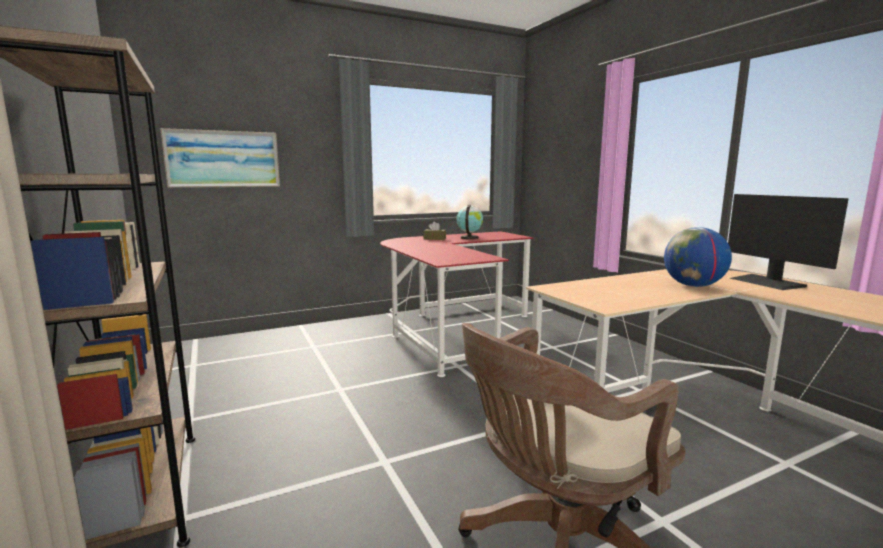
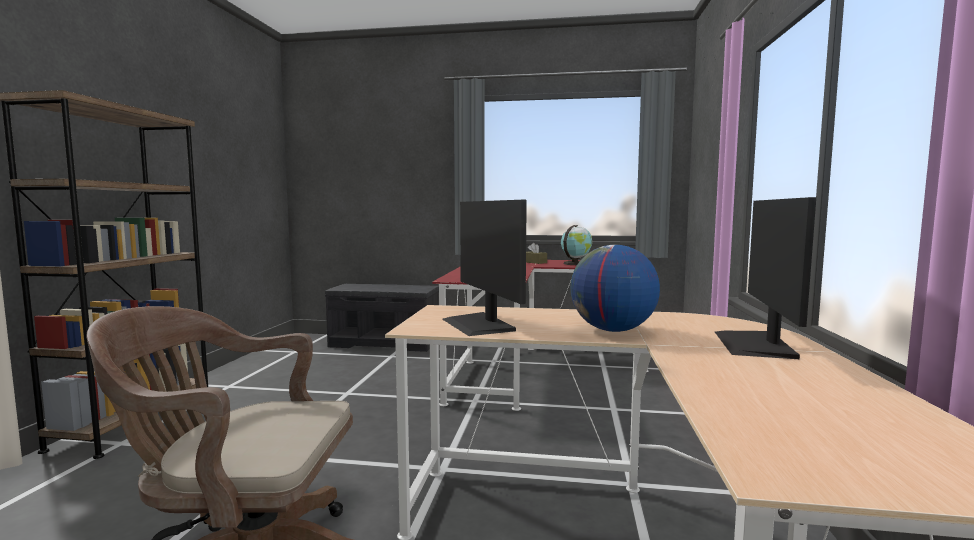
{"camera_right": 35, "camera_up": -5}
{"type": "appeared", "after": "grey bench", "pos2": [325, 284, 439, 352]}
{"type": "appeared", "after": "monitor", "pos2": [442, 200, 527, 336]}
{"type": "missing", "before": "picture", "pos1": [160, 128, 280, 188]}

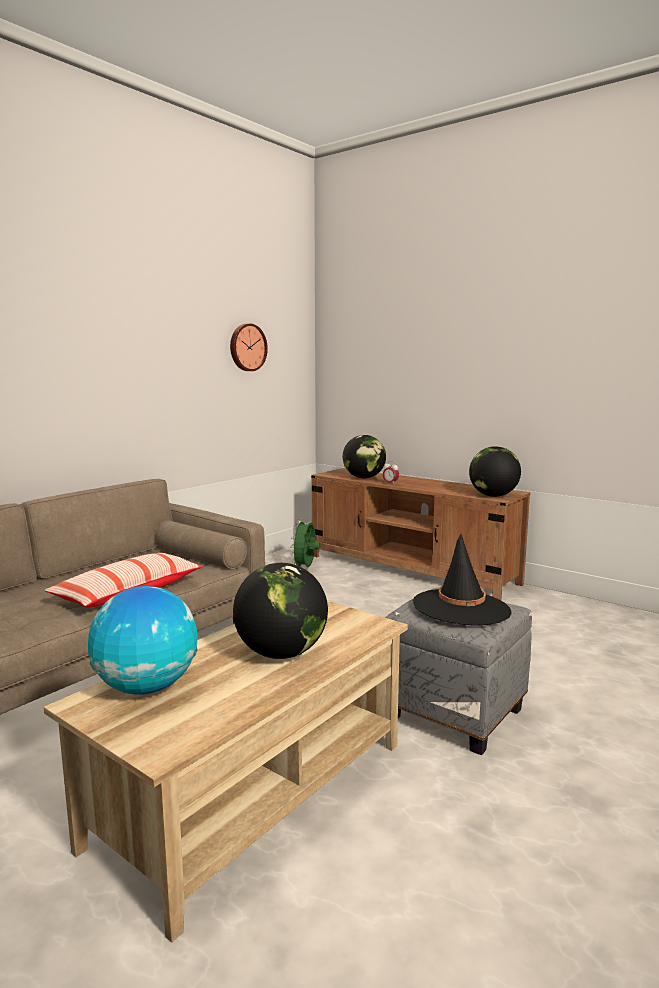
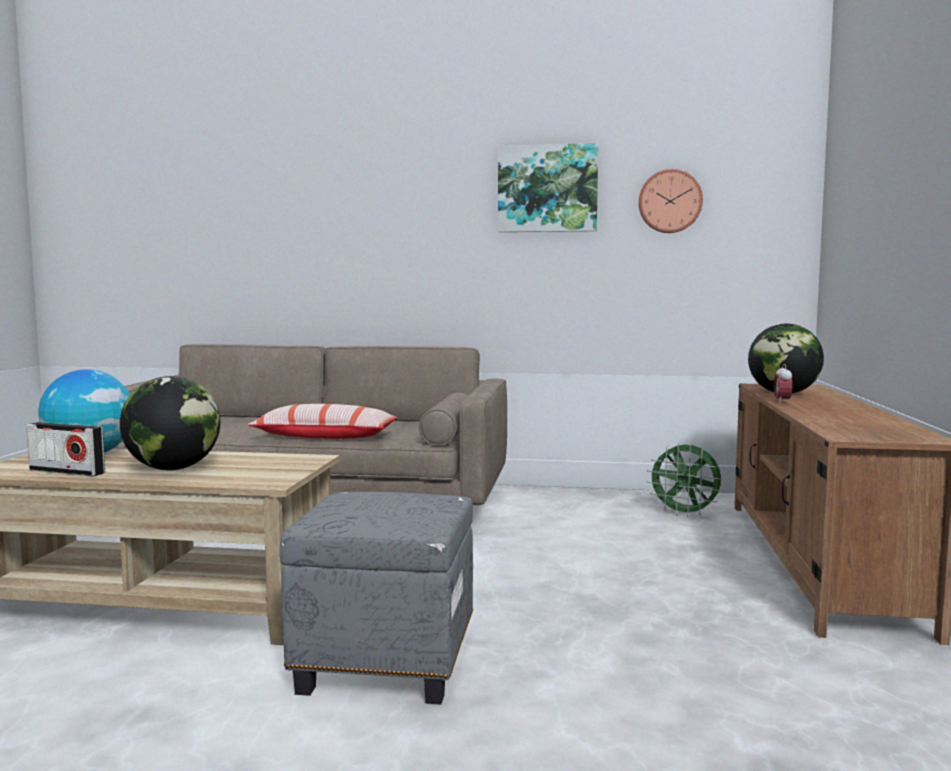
{"camera_right": 60, "camera_up": -5}
{"type": "appeared", "after": "radio", "pos2": [26, 422, 105, 476]}
{"type": "appeared", "after": "picture", "pos2": [498, 143, 598, 232]}
{"type": "spun", "before": "green fan", "pos1": [290, 519, 320, 567], "pos2": [647, 442, 723, 518], "turn": -135}
{"type": "missing", "before": "black hat", "pos1": [413, 533, 511, 626]}
{"type": "missing", "before": "globe", "pos1": [469, 446, 521, 497]}

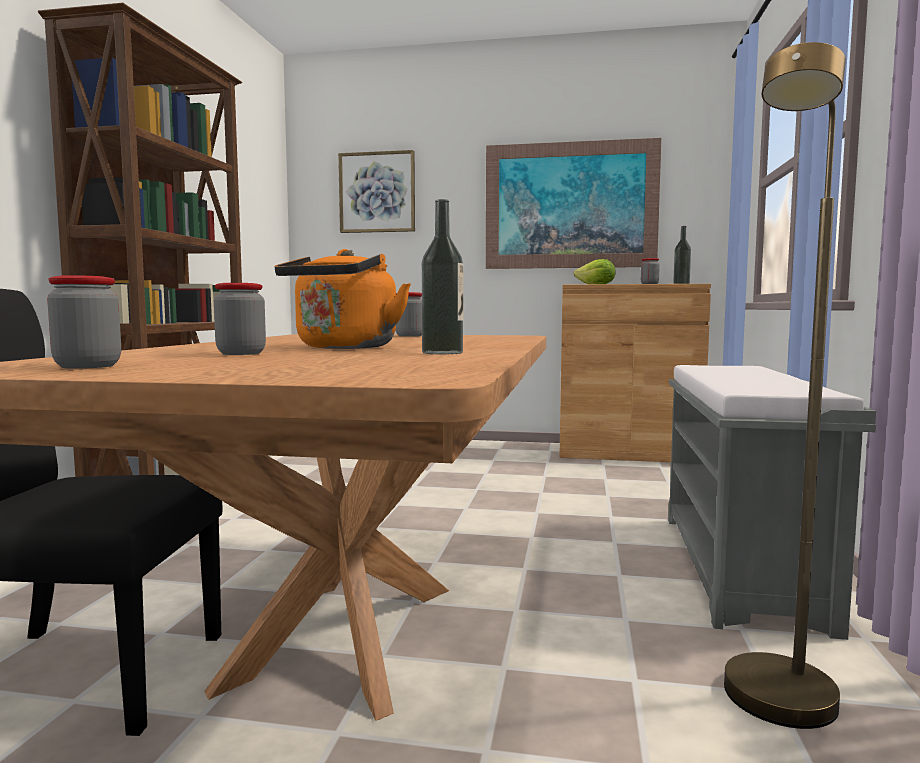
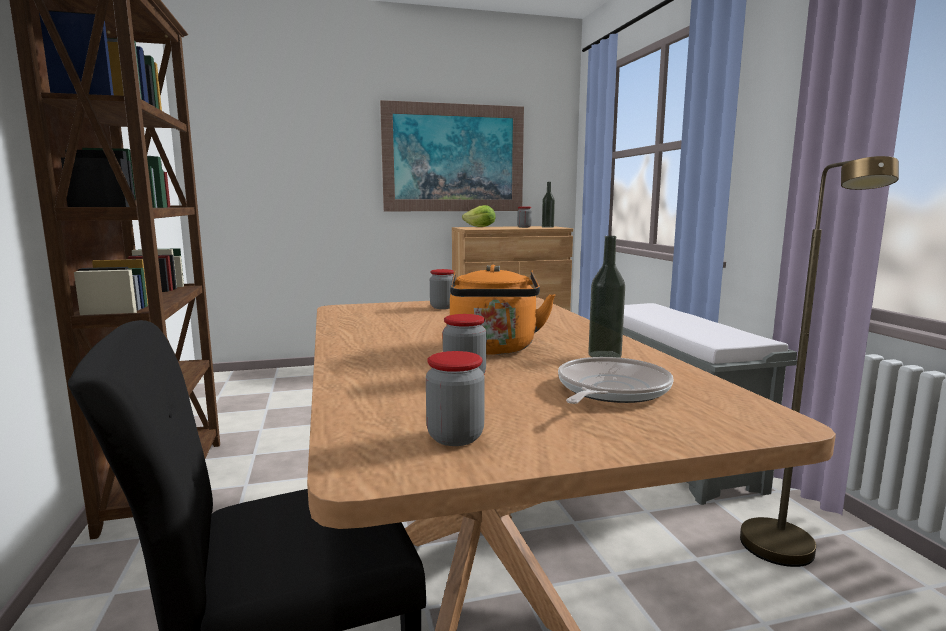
{"camera_right": -25, "camera_up": 5}
{"type": "appeared", "after": "frying pan", "pos2": [558, 357, 673, 404]}
{"type": "missing", "before": "picture", "pos1": [338, 150, 415, 233]}

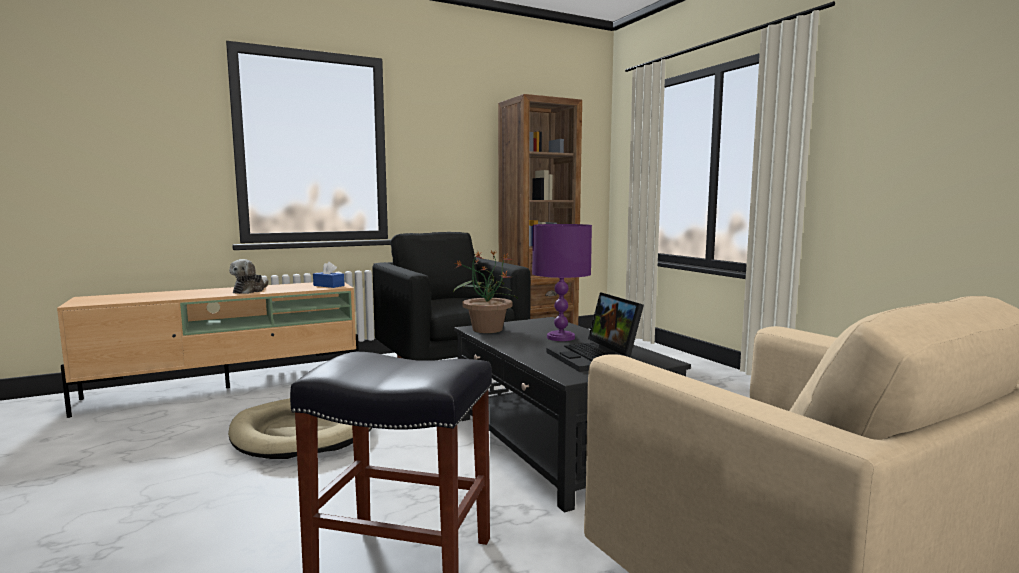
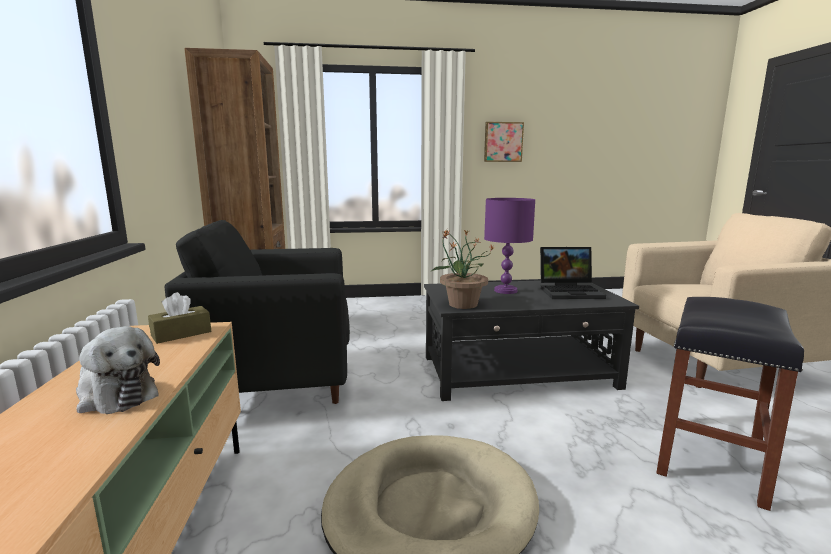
{"camera_right": -70, "camera_up": 5}
{"type": "colour", "before": "blue tissue box", "after": "brown tissue box", "pos1": [313, 262, 345, 288], "pos2": [148, 292, 211, 344]}
{"type": "appeared", "after": "picture", "pos2": [484, 122, 524, 162]}

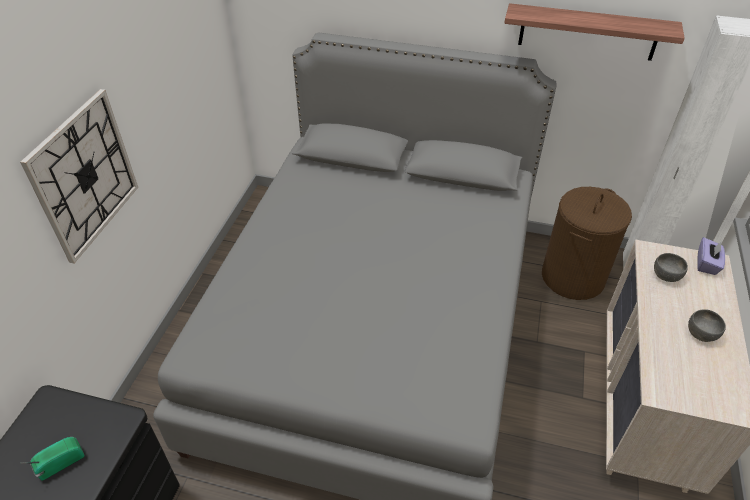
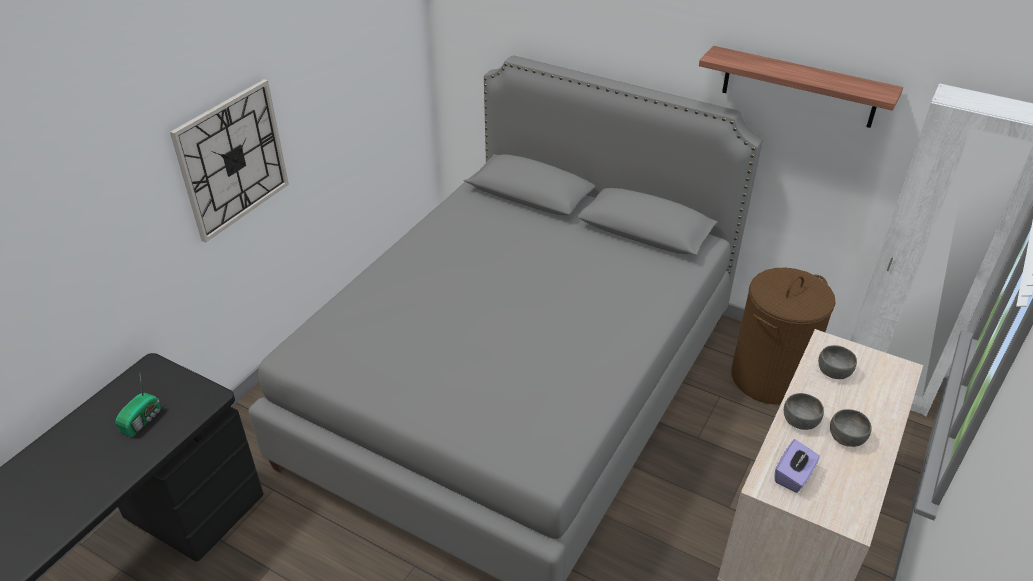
{"camera_right": 15, "camera_up": -5}
{"type": "spun", "before": "radio", "pos1": [24, 437, 84, 481], "pos2": [115, 375, 161, 437], "turn": 135}
{"type": "relocated", "before": "purple tissue box", "pos1": [697, 237, 725, 275], "pos2": [775, 439, 820, 493]}
{"type": "appeared", "after": "grey bowl", "pos2": [784, 393, 824, 430]}

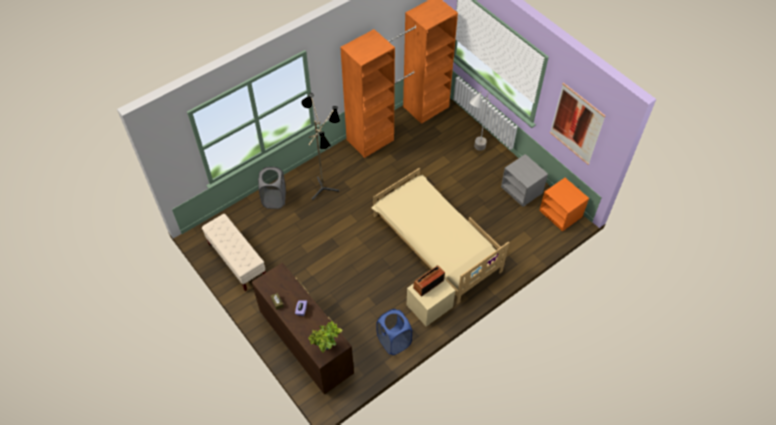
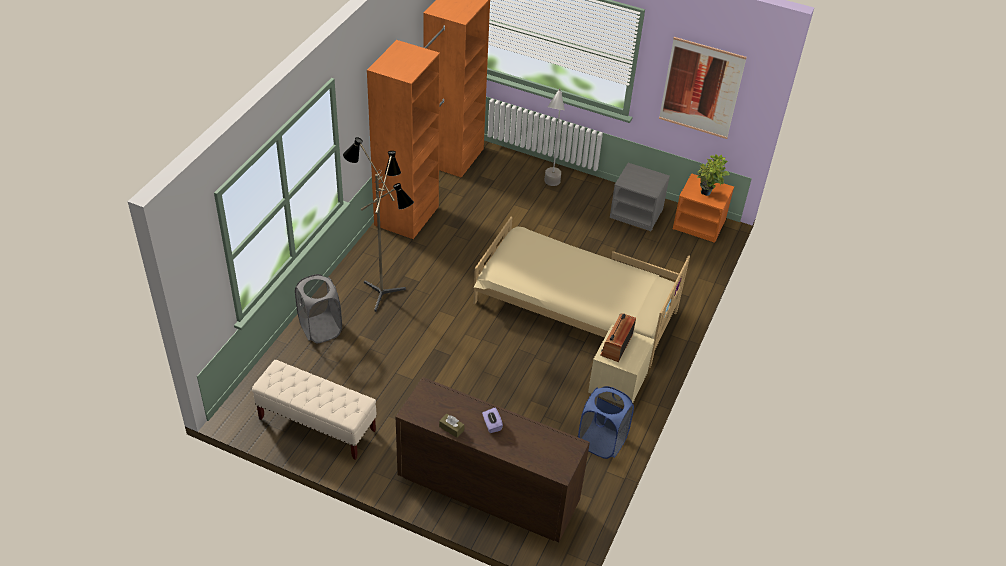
{"camera_right": -30, "camera_up": -10}
{"type": "relocated", "before": "potted plant", "pos1": [308, 321, 343, 353], "pos2": [697, 154, 730, 196]}

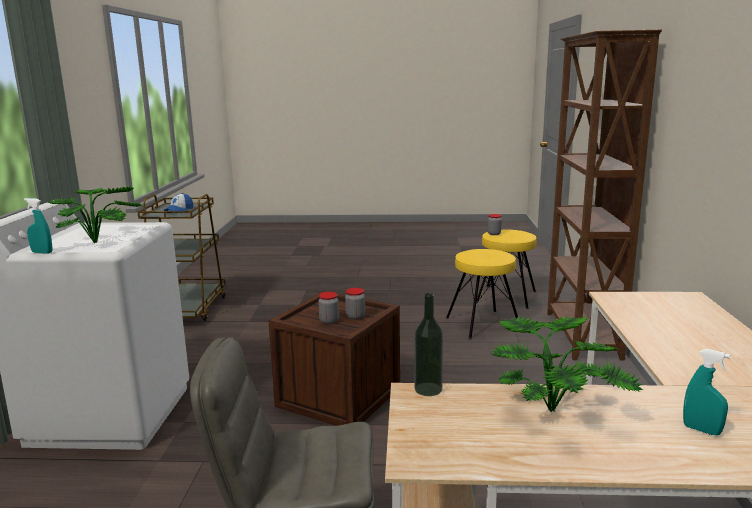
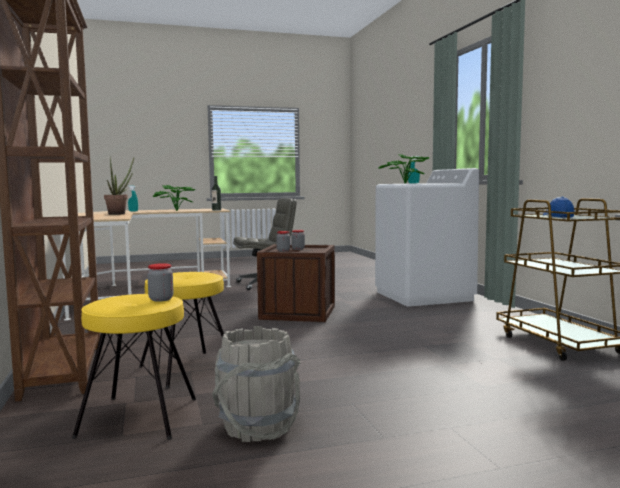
{"camera_right": 160, "camera_up": -10}
{"type": "appeared", "after": "potted plant", "pos2": [104, 157, 134, 215]}
{"type": "appeared", "after": "grey bucket", "pos2": [212, 326, 301, 442]}

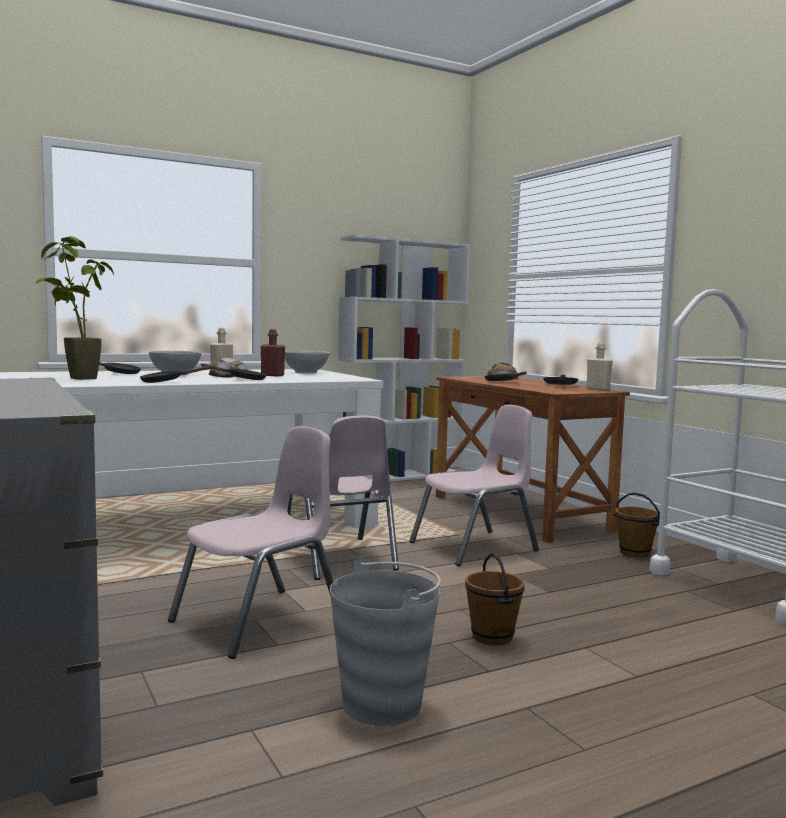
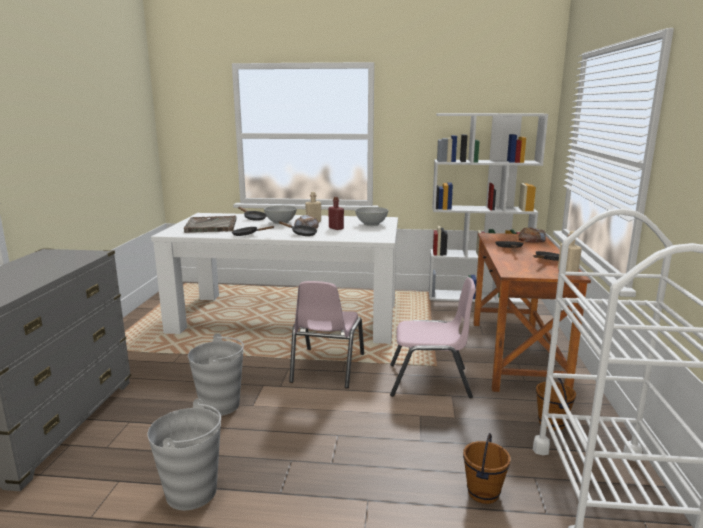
{"camera_right": 35, "camera_up": 10}
{"type": "exchanged", "before": "potted plant", "after": "grey tray", "pos1": [36, 236, 114, 380], "pos2": [184, 215, 237, 233]}
{"type": "exchanged", "before": "pink chair", "after": "grey bucket", "pos1": [168, 426, 334, 659], "pos2": [188, 333, 244, 416]}
{"type": "relocated", "before": "brown bucket", "pos1": [465, 553, 525, 646], "pos2": [463, 433, 511, 504]}

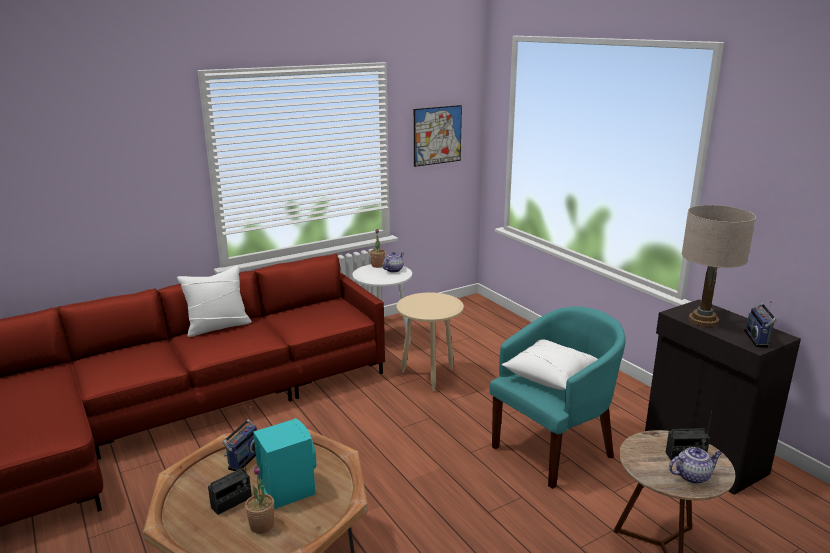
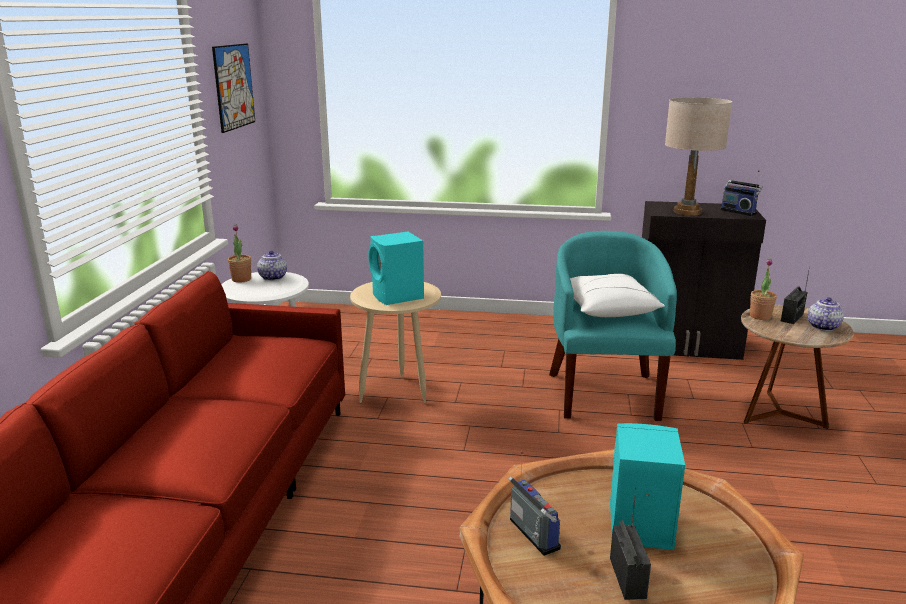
{"camera_right": -50, "camera_up": 0}
{"type": "appeared", "after": "turquoise speaker", "pos2": [368, 232, 424, 305]}
{"type": "relocated", "before": "potted plant", "pos1": [245, 466, 274, 534], "pos2": [750, 258, 777, 320]}
{"type": "missing", "before": "white pillow", "pos1": [177, 266, 252, 337]}

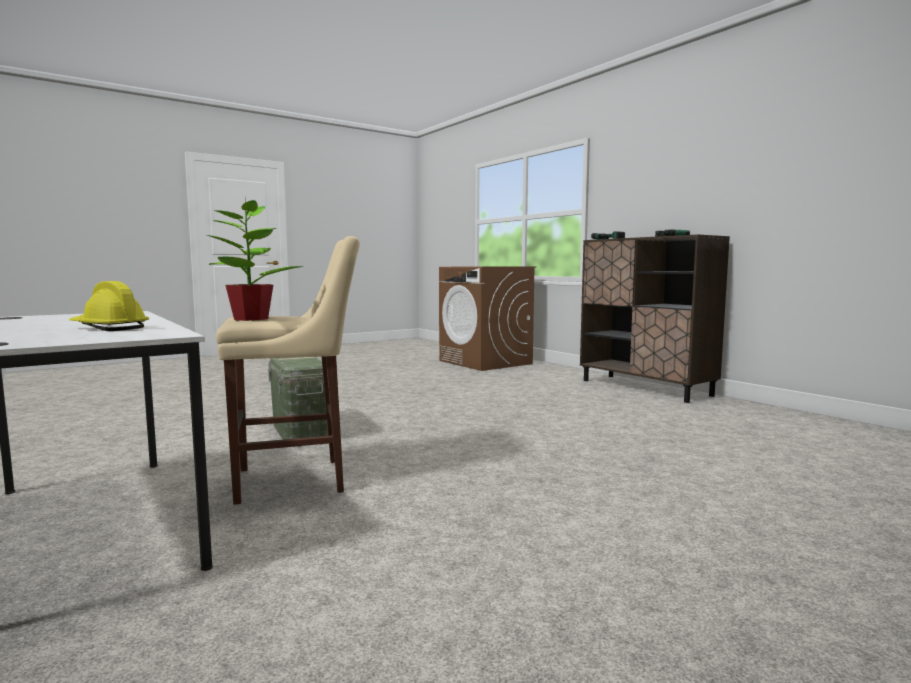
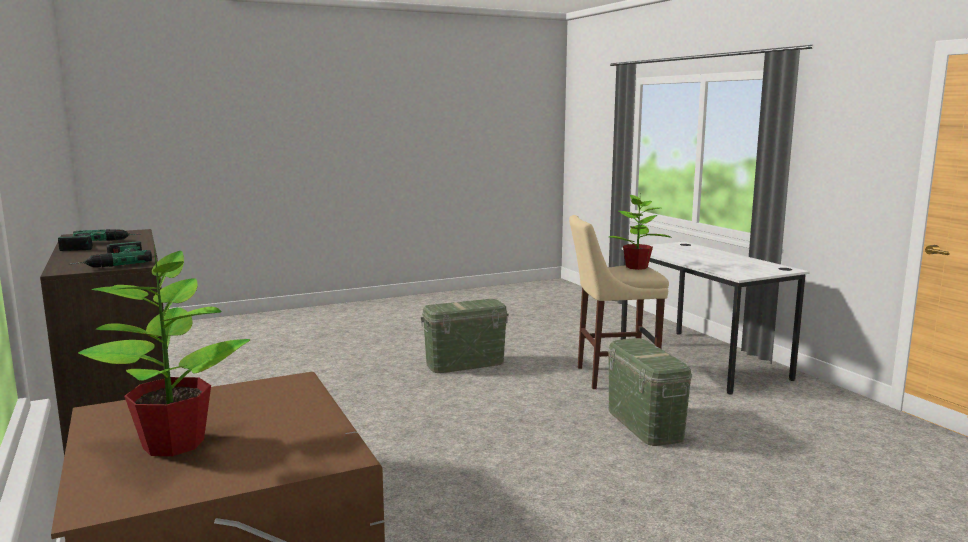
{"camera_right": -170, "camera_up": 5}
{"type": "appeared", "after": "potted plant", "pos2": [78, 245, 250, 456]}
{"type": "appeared", "after": "green storage box", "pos2": [420, 299, 509, 373]}
{"type": "missing", "before": "yellow hard hat", "pos1": [69, 281, 149, 331]}

